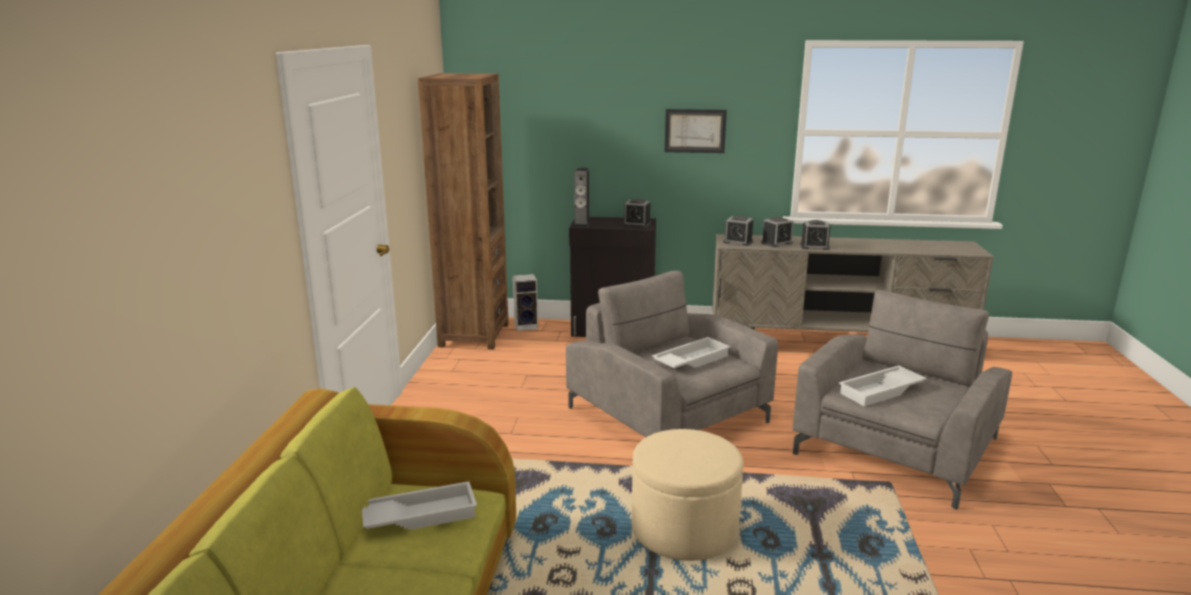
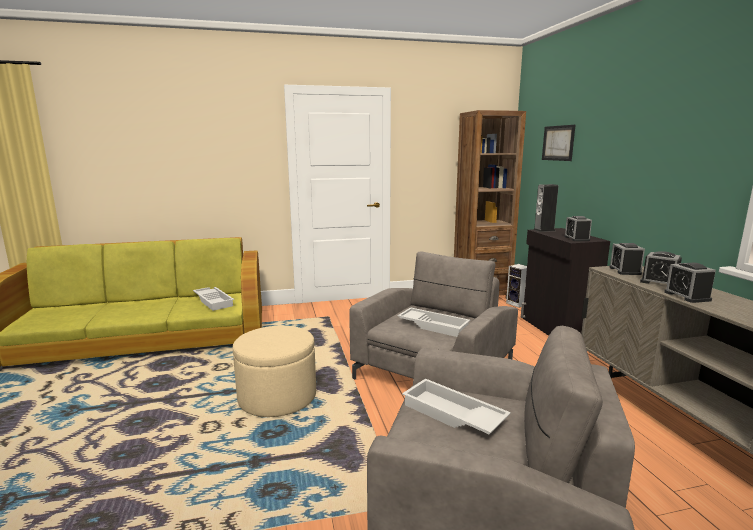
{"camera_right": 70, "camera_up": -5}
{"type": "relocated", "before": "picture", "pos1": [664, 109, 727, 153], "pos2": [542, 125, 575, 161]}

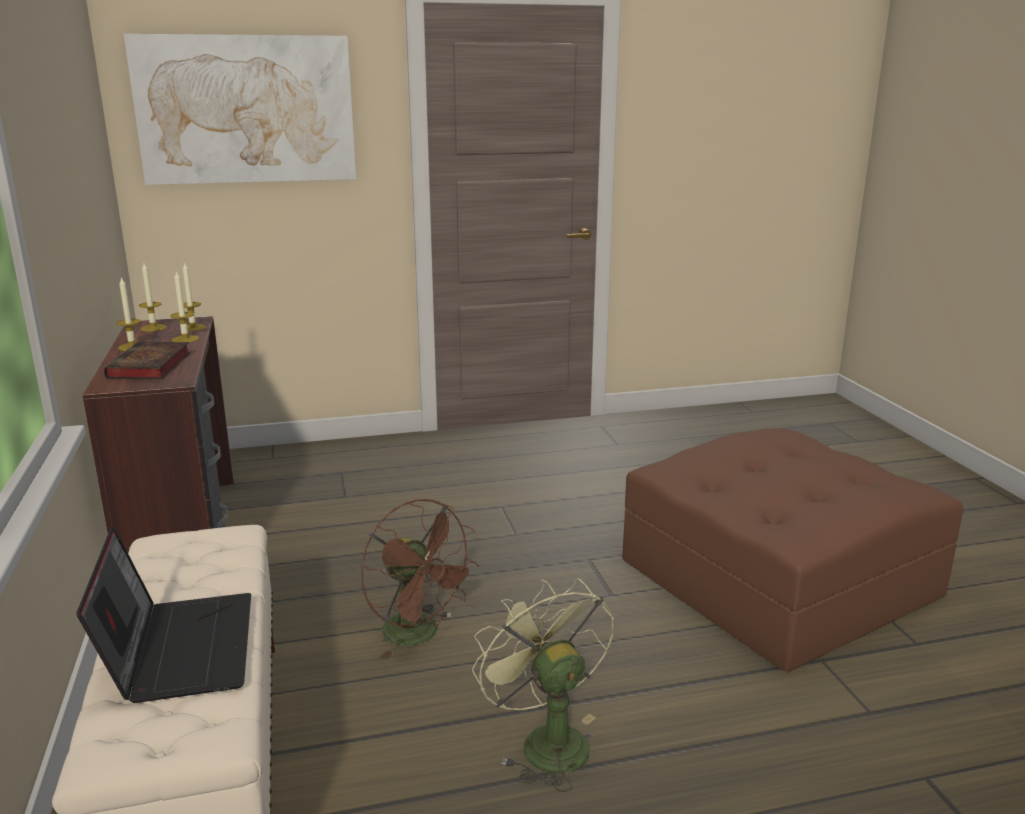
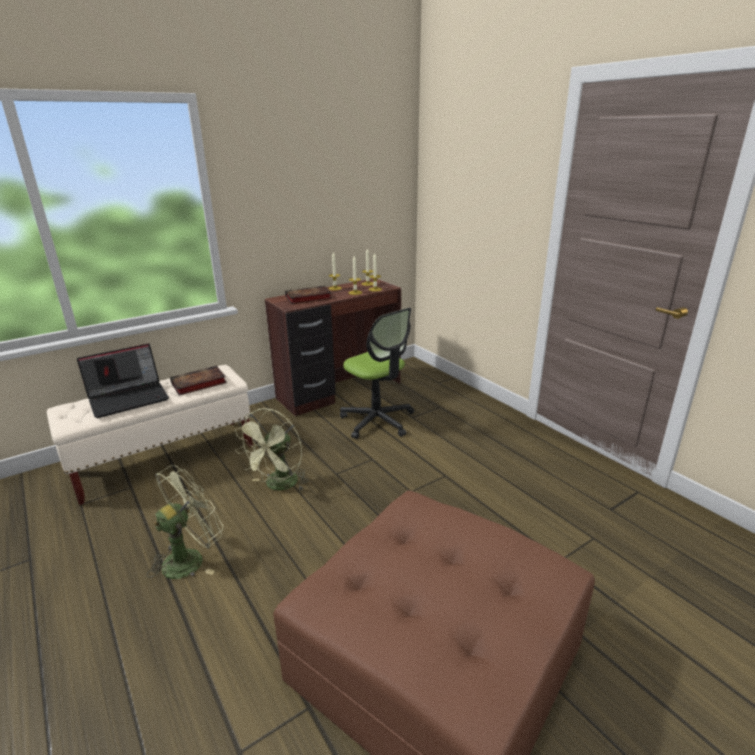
{"camera_right": 70, "camera_up": 5}
{"type": "appeared", "after": "book", "pos2": [170, 366, 227, 396]}
{"type": "colour", "before": "brown fan", "after": "green fan", "pos1": [361, 499, 479, 660], "pos2": [235, 408, 309, 491]}
{"type": "appeared", "after": "office chair", "pos2": [340, 308, 414, 439]}
{"type": "missing", "before": "picture", "pos1": [124, 34, 356, 185]}

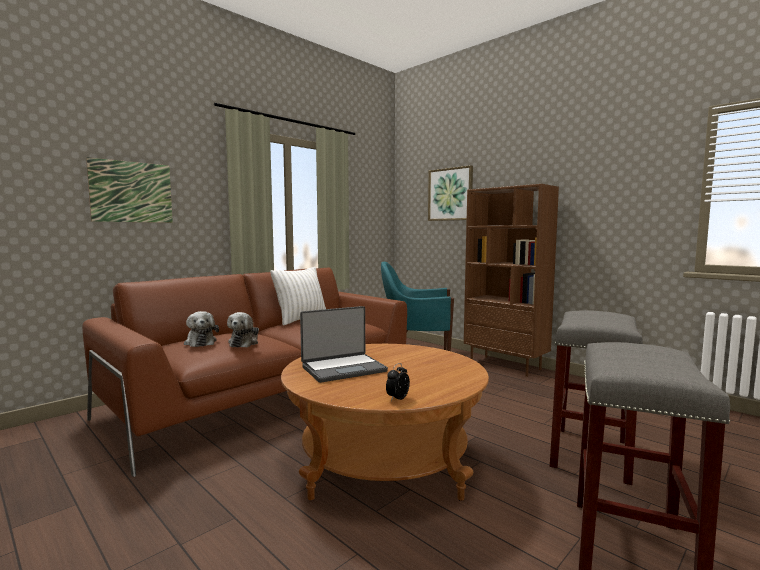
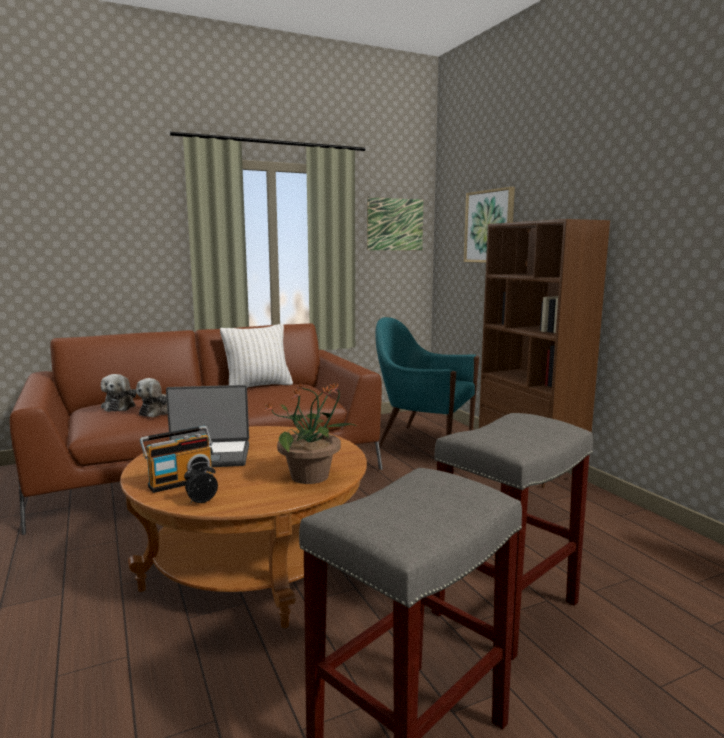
{"camera_right": 20, "camera_up": 5}
{"type": "appeared", "after": "radio", "pos2": [140, 426, 213, 493]}
{"type": "appeared", "after": "potted plant", "pos2": [264, 382, 356, 484]}
{"type": "relocated", "before": "picture", "pos1": [86, 157, 173, 223], "pos2": [367, 197, 423, 250]}

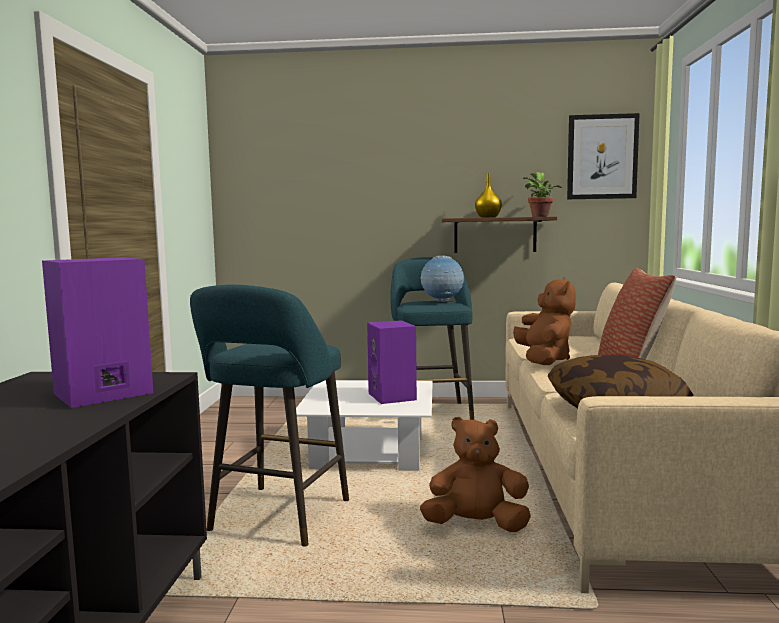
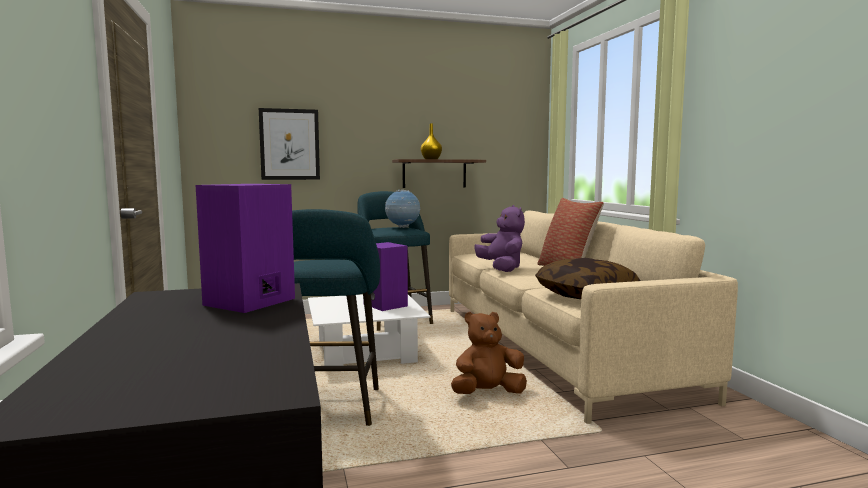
{"camera_right": -20, "camera_up": 0}
{"type": "relocated", "before": "picture", "pos1": [567, 113, 640, 199], "pos2": [259, 108, 320, 180]}
{"type": "colour", "before": "brown plush toy", "after": "purple plush toy", "pos1": [513, 277, 576, 365], "pos2": [474, 205, 525, 272]}
{"type": "missing", "before": "potted plant", "pos1": [523, 172, 563, 217]}

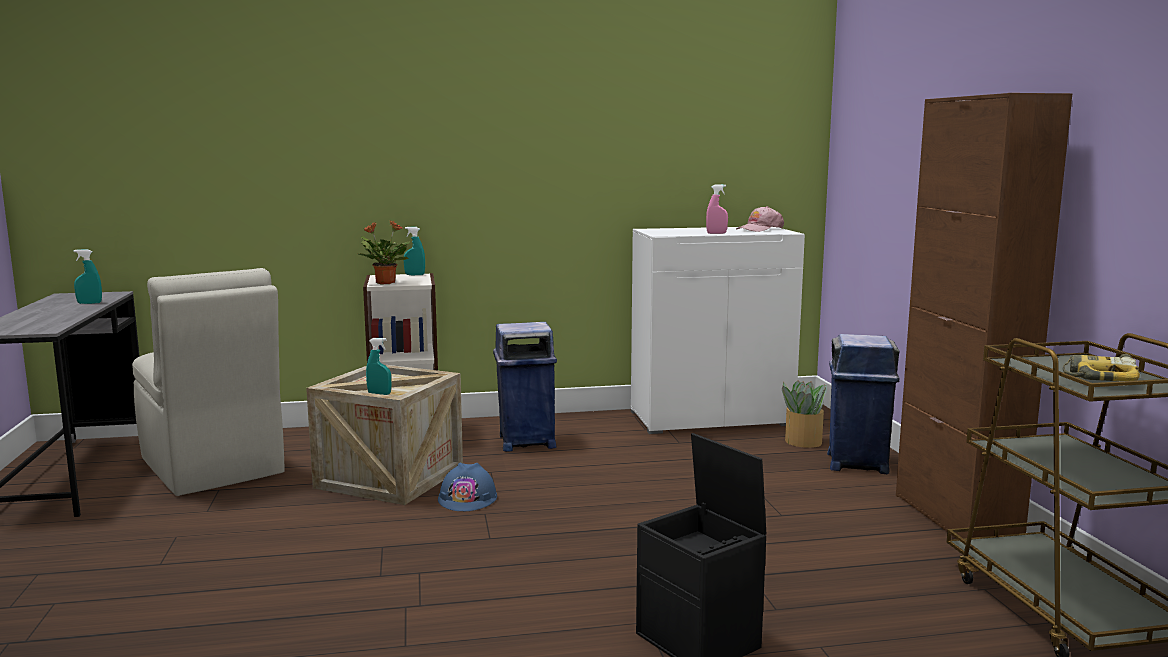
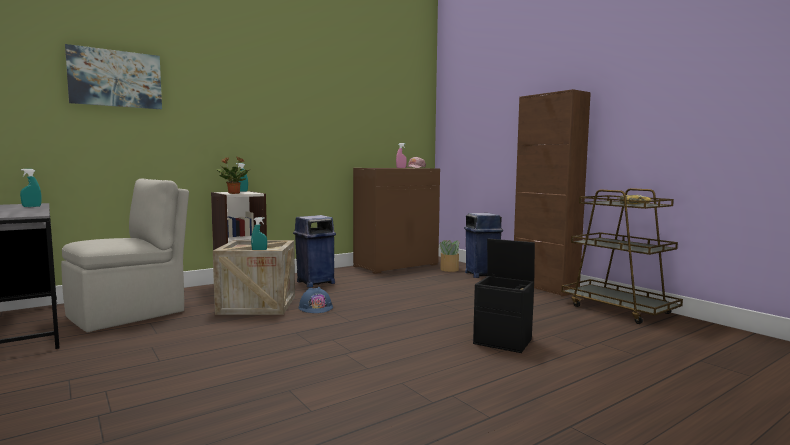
{"camera_right": -25, "camera_up": -5}
{"type": "spun", "before": "beige chair", "pos1": [132, 268, 285, 496], "pos2": [61, 179, 189, 332], "turn": -75}
{"type": "appeared", "after": "picture", "pos2": [65, 44, 162, 109]}
{"type": "colour", "before": "white cabinet", "after": "brown cabinet", "pos1": [631, 227, 805, 434], "pos2": [353, 168, 440, 274]}

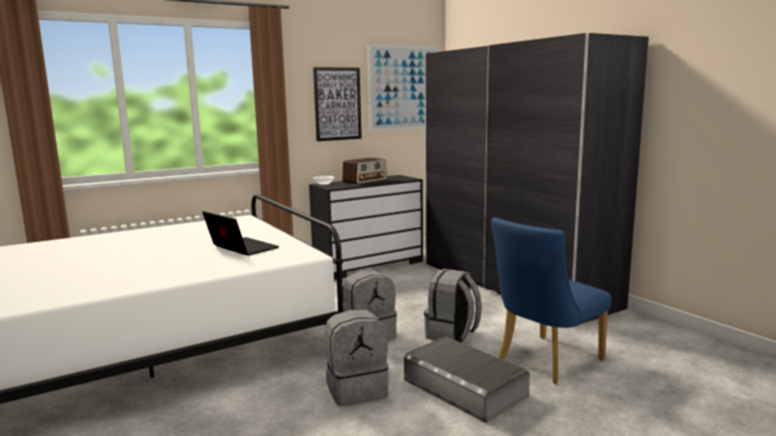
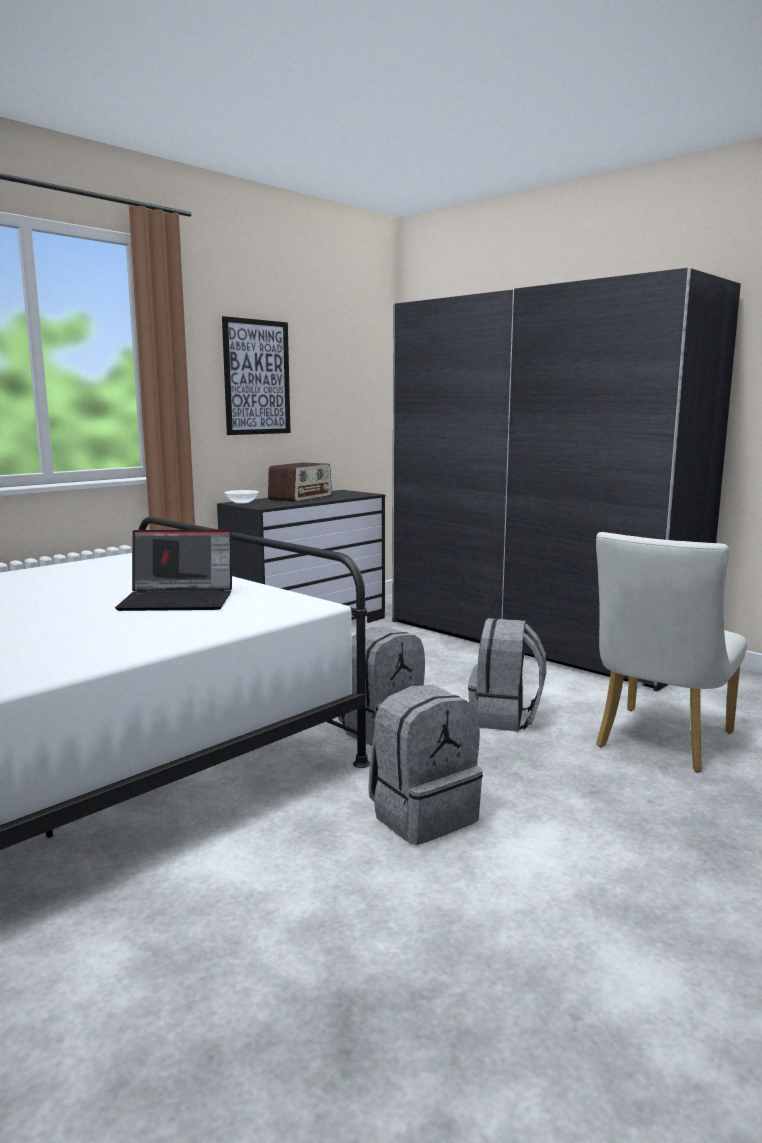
{"camera_right": -15, "camera_up": 0}
{"type": "spun", "before": "laptop", "pos1": [202, 211, 279, 256], "pos2": [115, 529, 232, 611], "turn": 150}
{"type": "colour", "before": "blue chair", "after": "white chair", "pos1": [491, 218, 612, 384], "pos2": [596, 532, 747, 773]}
{"type": "missing", "before": "picture", "pos1": [368, 44, 438, 132]}
{"type": "missing", "before": "grey storage box", "pos1": [404, 336, 530, 423]}

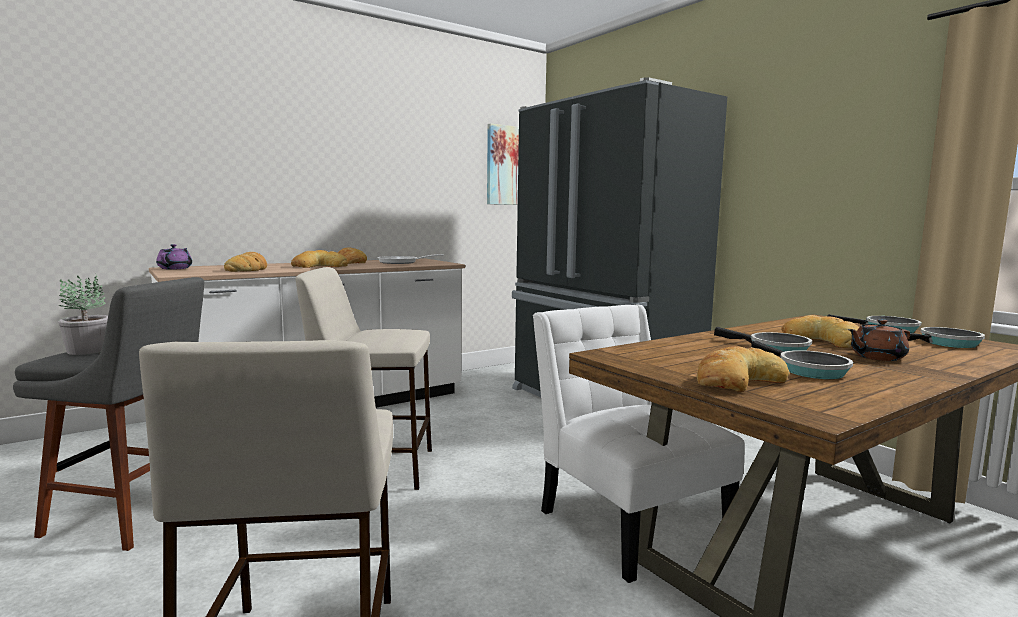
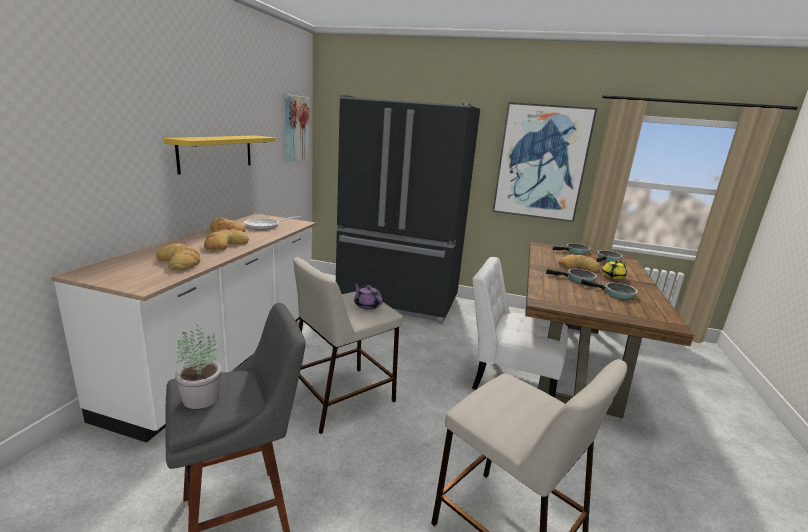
{"camera_right": -40, "camera_up": 10}
{"type": "appeared", "after": "yellow shelf", "pos2": [164, 135, 276, 175]}
{"type": "relocated", "before": "purple teapot", "pos1": [156, 244, 192, 270], "pos2": [354, 283, 383, 310]}
{"type": "appeared", "after": "picture", "pos2": [493, 102, 597, 222]}
{"type": "colour", "before": "brown teapot", "after": "yellow teapot", "pos1": [848, 319, 910, 361], "pos2": [602, 260, 627, 279]}
{"type": "missing", "before": "bread", "pos1": [697, 346, 789, 392]}

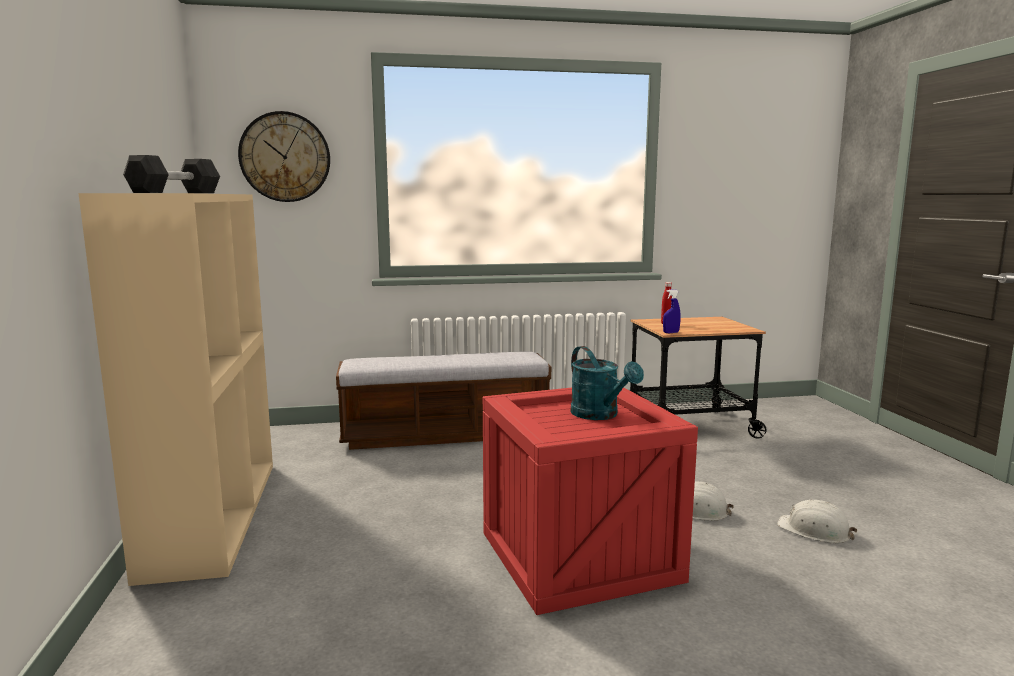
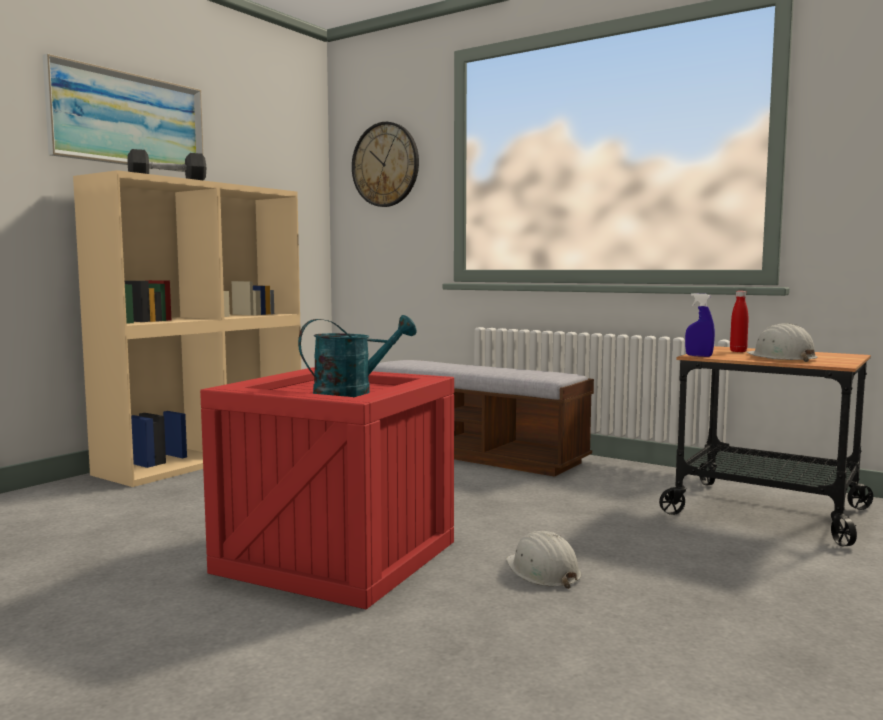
{"camera_right": 45, "camera_up": -5}
{"type": "appeared", "after": "picture", "pos2": [43, 54, 204, 172]}
{"type": "spun", "before": "turquoise watering can", "pos1": [570, 346, 644, 420], "pos2": [298, 315, 417, 397], "turn": -135}
{"type": "relocated", "before": "white hard hat", "pos1": [777, 500, 857, 543], "pos2": [747, 323, 818, 362]}

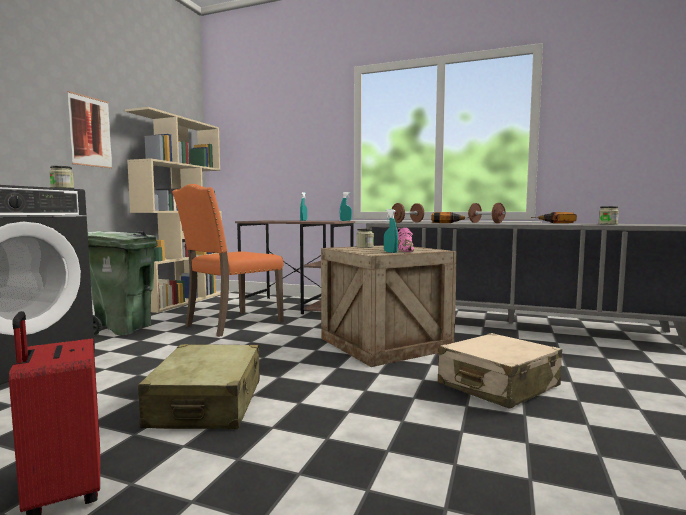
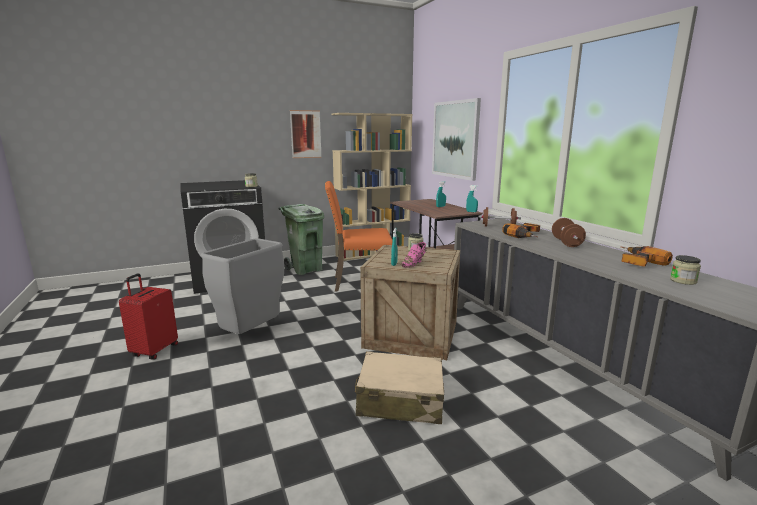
{"camera_right": 45, "camera_up": 10}
{"type": "exchanged", "before": "beige suitcase", "after": "grey trash can", "pos1": [138, 344, 260, 429], "pos2": [201, 238, 284, 334]}
{"type": "appeared", "after": "picture", "pos2": [432, 98, 481, 181]}

